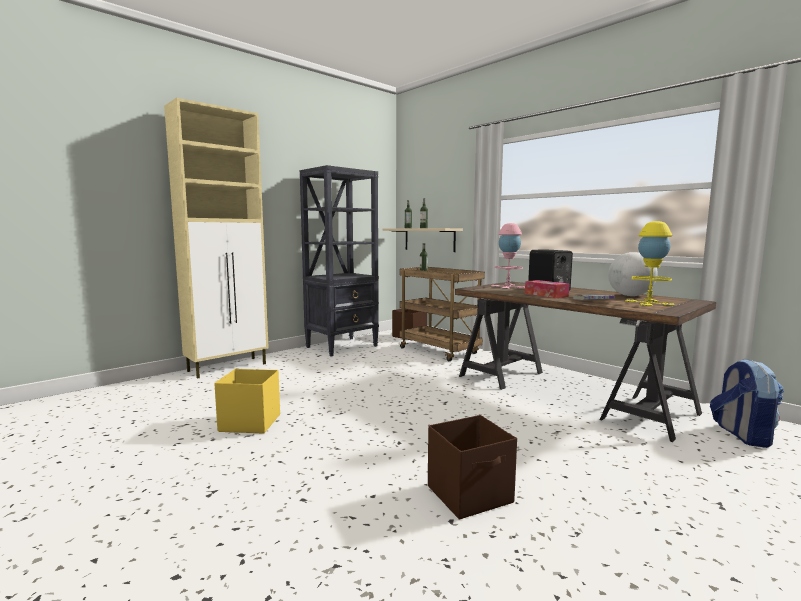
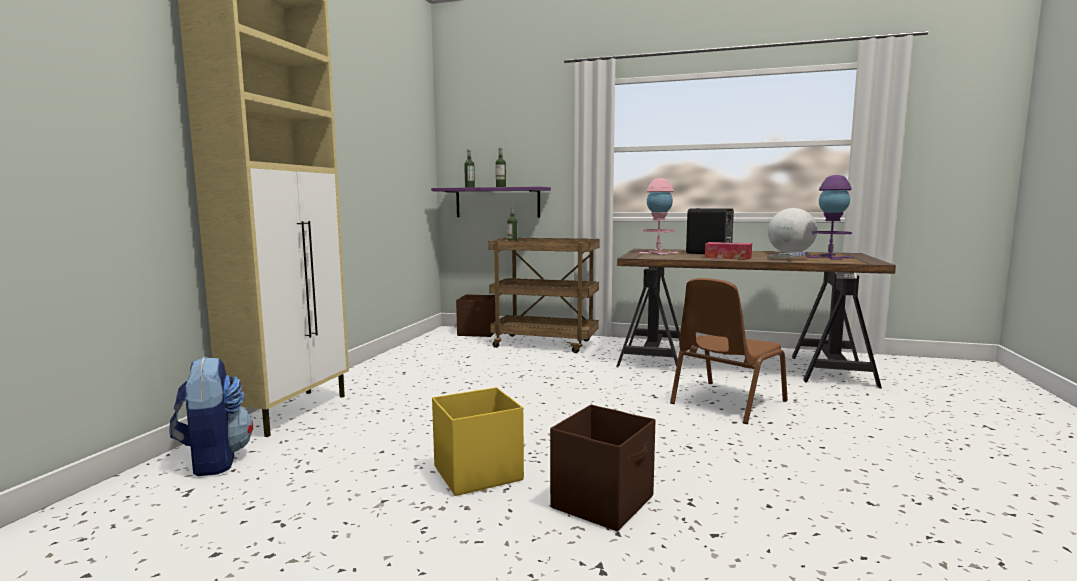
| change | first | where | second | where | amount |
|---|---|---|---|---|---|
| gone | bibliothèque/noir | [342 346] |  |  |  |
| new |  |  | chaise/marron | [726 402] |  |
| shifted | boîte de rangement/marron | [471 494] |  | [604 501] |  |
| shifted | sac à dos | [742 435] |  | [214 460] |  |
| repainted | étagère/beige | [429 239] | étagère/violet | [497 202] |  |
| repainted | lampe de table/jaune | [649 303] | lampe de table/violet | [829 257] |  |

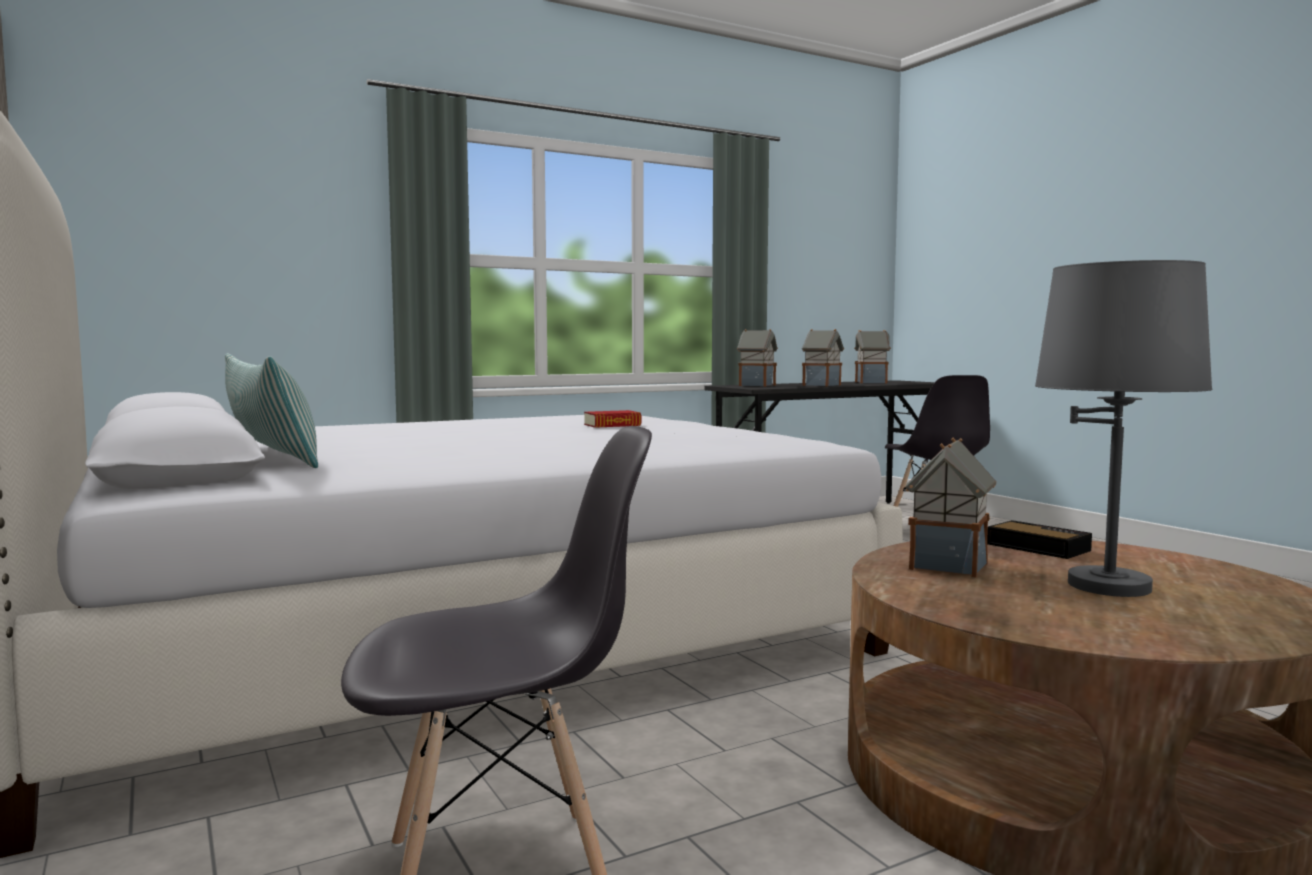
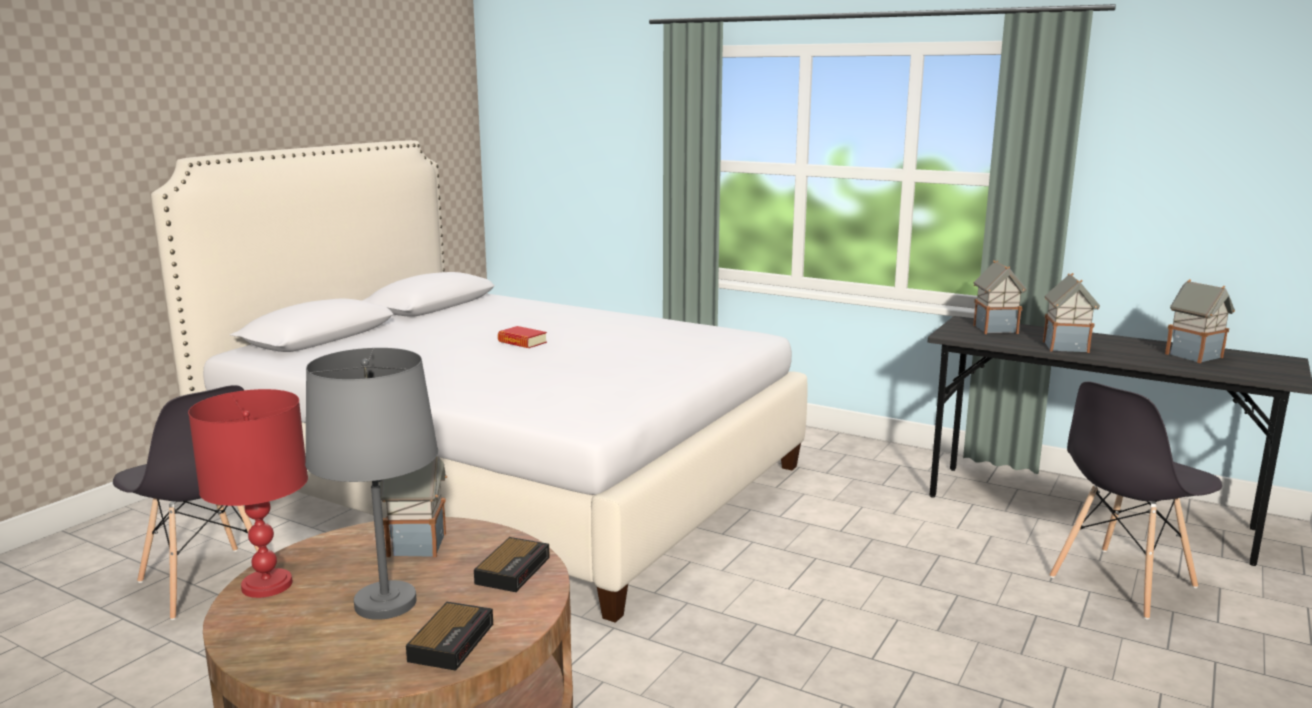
| change | first | where | second | where | amount |
|---|---|---|---|---|---|
| gone | coussin | [271 456] |  |  |  |
| new |  |  | lampe de table/rouge | [266 585] |  |
| new |  |  | réveil | [452 641] |  |
| shifted | livre | [612 425] |  | [522 342] |  |

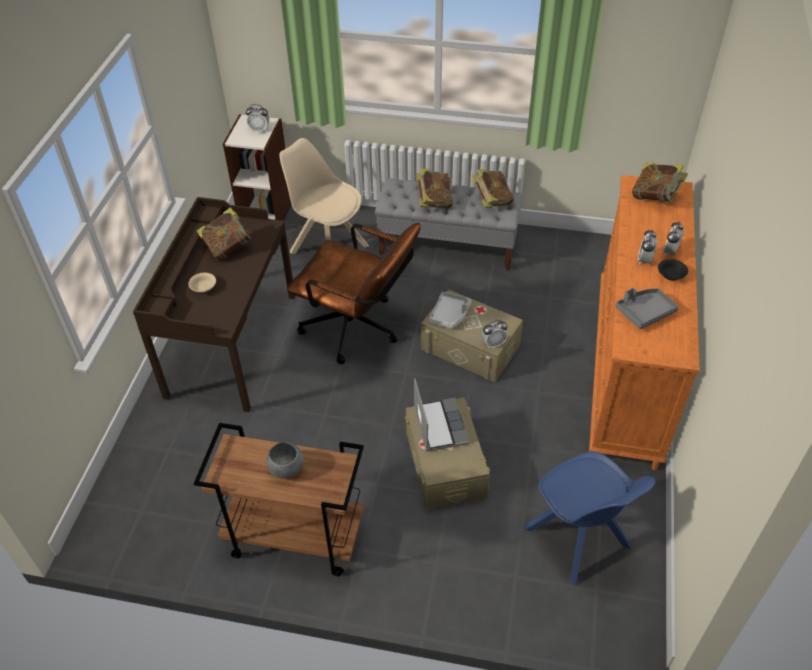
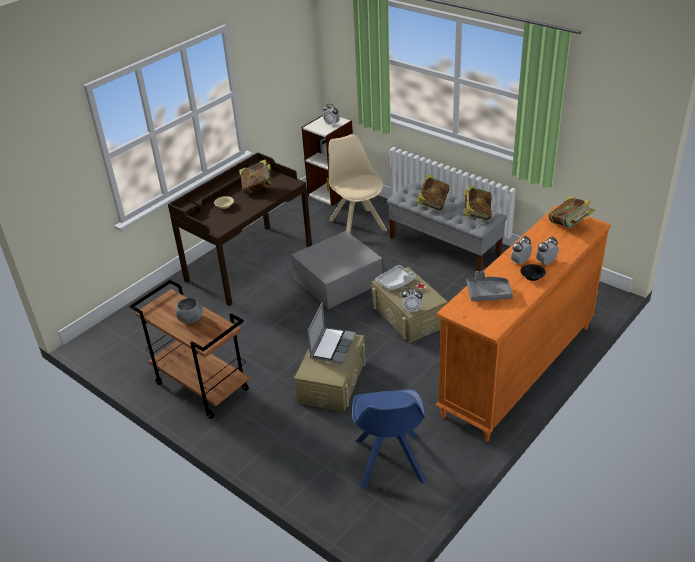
| change | first | where | second | where | amount |
|---|---|---|---|---|---|
| swapped | chaise de bureau/marron | [358 330] | boîte de rangement/gris | [338 280] |  |

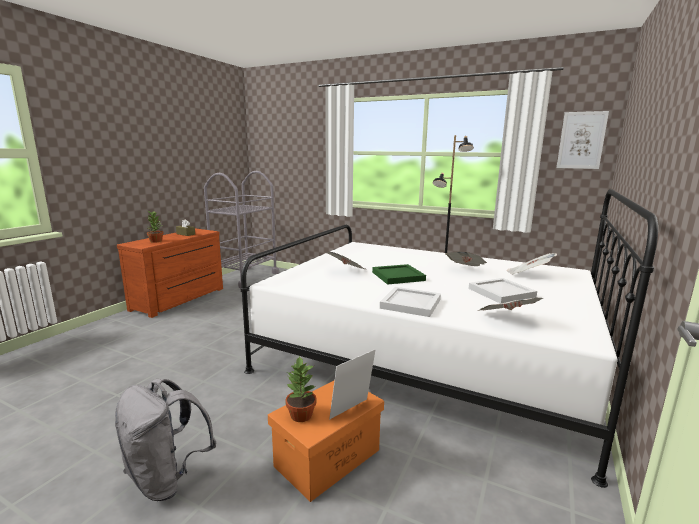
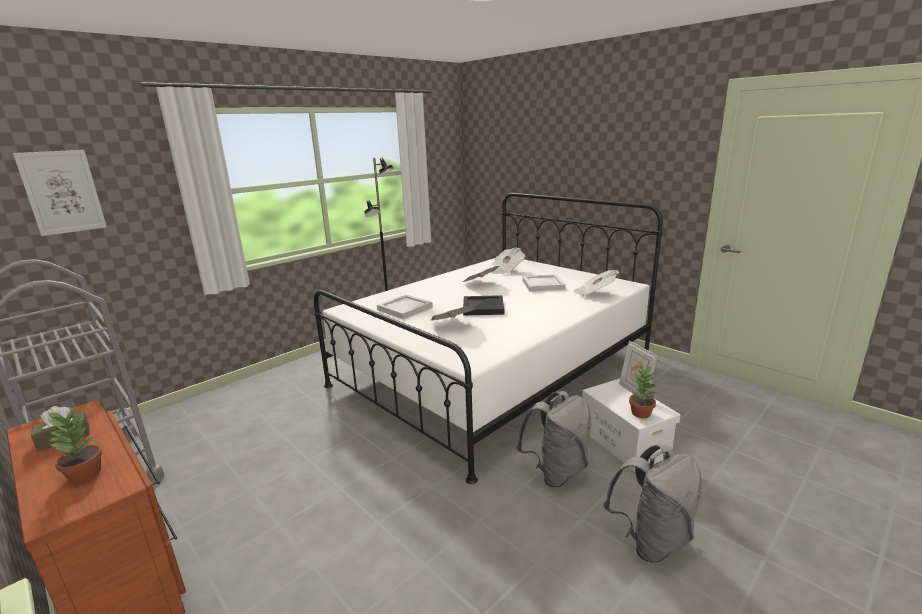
| change | first | where | second | where | amount |
|---|---|---|---|---|---|
| new |  |  | sac à dos/gris | [556 472] |  |
| shifted | plateau/blanc | [411 303] |  | [405 308] |  |
| shifted | tableau | [581 140] |  | [62 192] |  |
| repainted | boîte de rangement/orange | [327 458] | boîte de rangement/blanc | [625 443] |  |
| repainted | plateau/vert | [398 276] | plateau/noir | [482 307] |  |

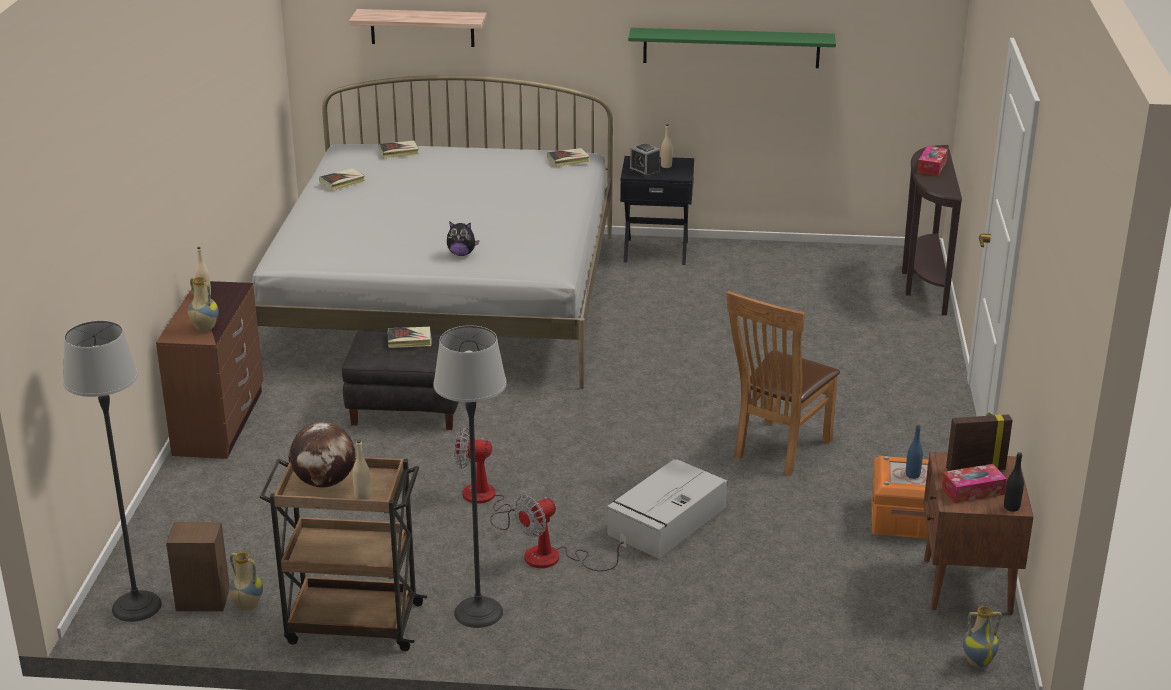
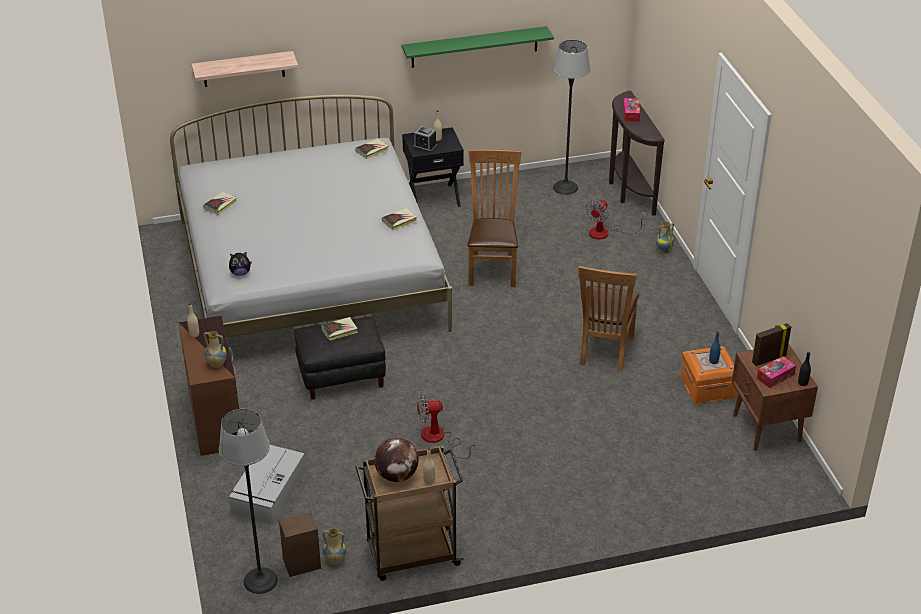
| change | first | where | second | where | amount |
|---|---|---|---|---|---|
| new |  |  | chaise/marron | [492 268] |  |
| shifted | livre | [399 152] |  | [399 221] |  |
| shifted | lampadaire | [479 612] |  | [565 187] |  |
| shifted | peluche | [461 254] |  | [240 273] |  |
| shifted | ventilateur | [555 559] |  | [606 232] |  |
| shifted | boîte de rangement/gris | [666 521] |  | [268 492] |  |
| shifted | vase | [977 661] |  | [663 250] |  |

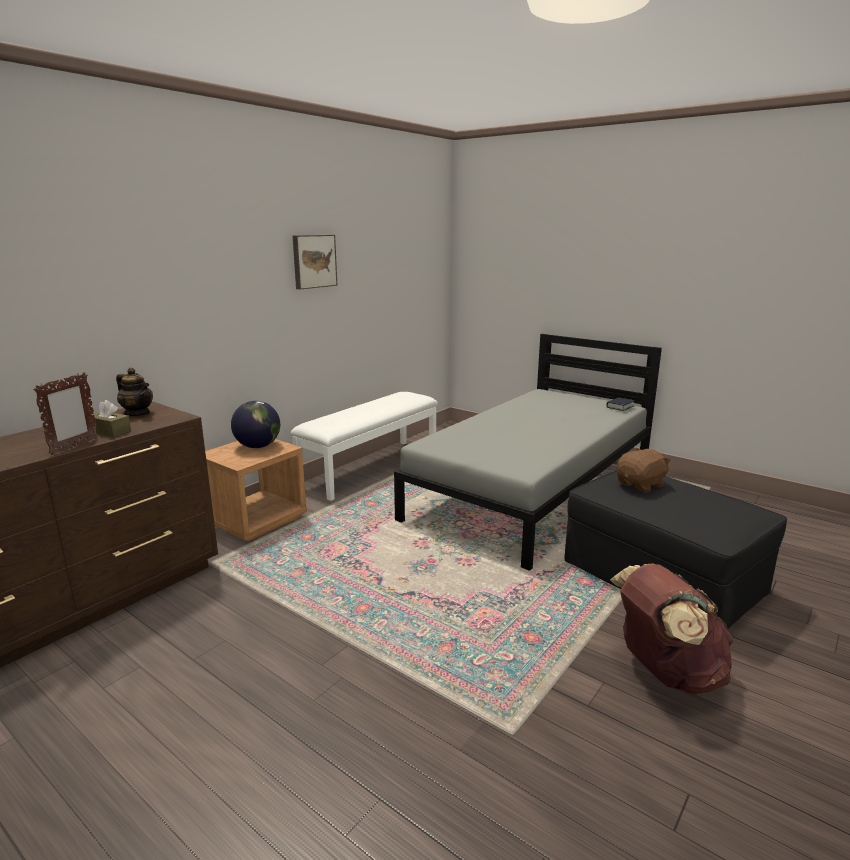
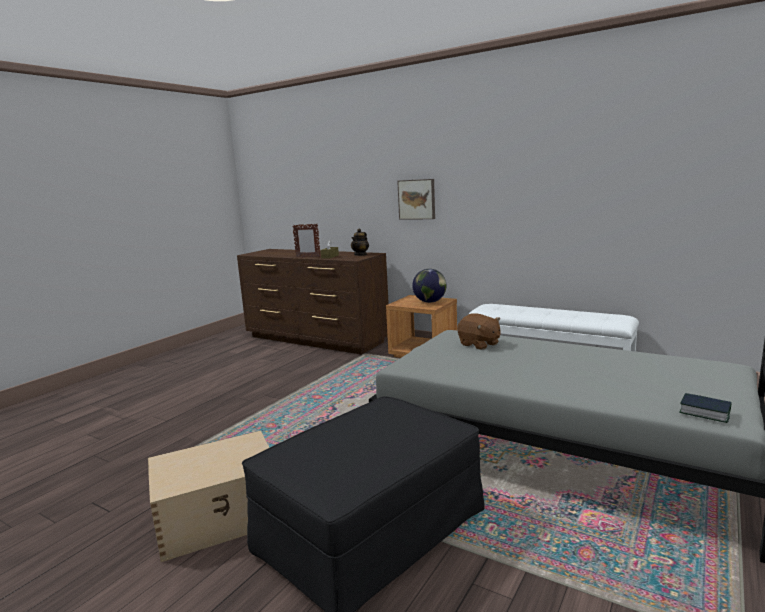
| change | first | where | second | where | amount |
|---|---|---|---|---|---|
| shifted | tableau | [313 261] |  | [417 199] |  |
| shifted | peluche/marron | [641 485] |  | [479 344] |  |
| swapped | sac à dos/marron | [665 671] | boîte de rangement/beige | [221 516] |  |

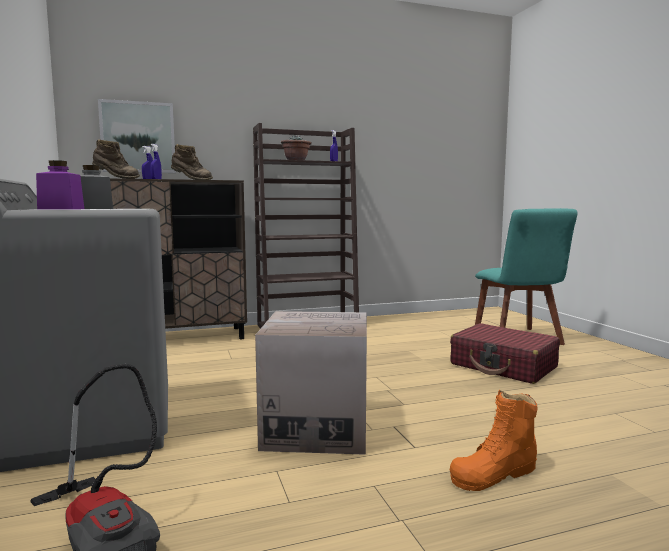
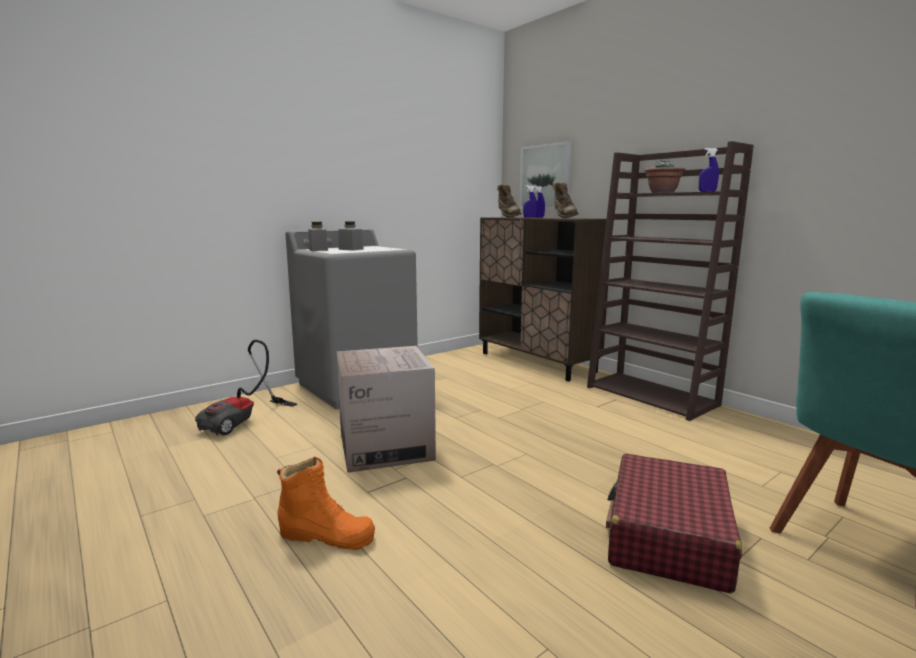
| change | first | where | second | where | amount |
|---|---|---|---|---|---|
| repainted | bocal/violet | [61 209] | bocal/gris | [318 250] |  |
| rotated | botte/orange | [494 474] |  | [327 535] | 150 degrees clockwise |

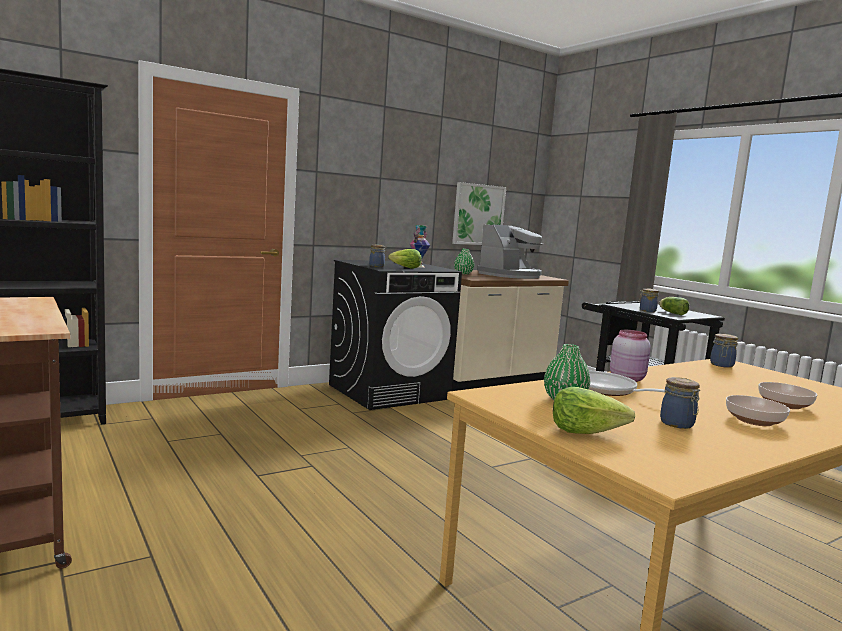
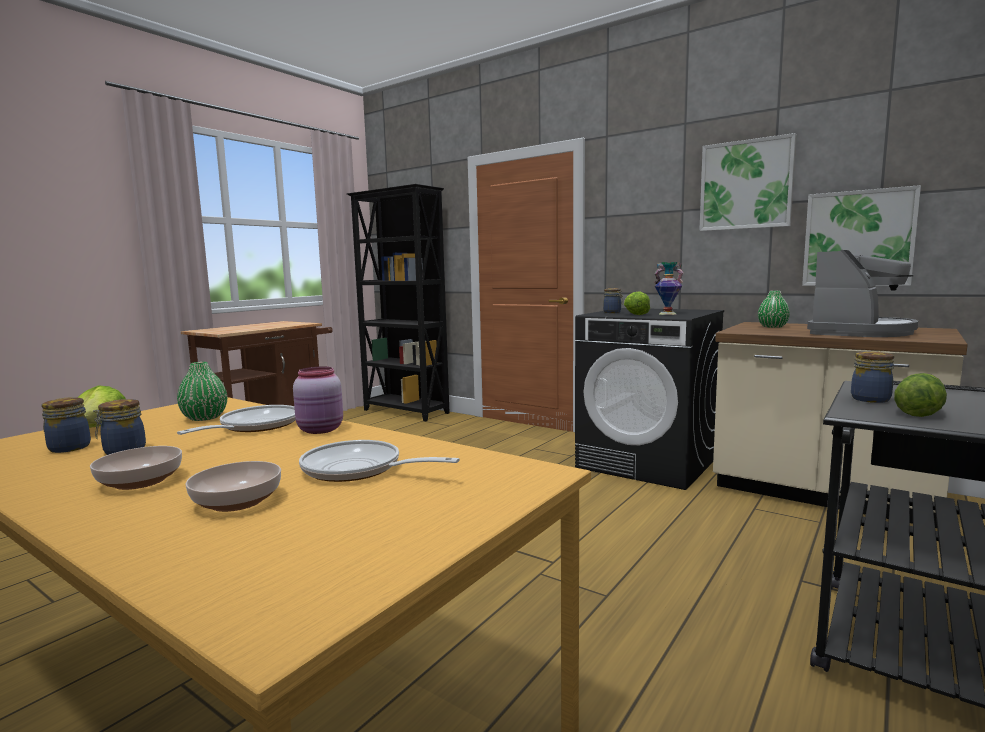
| change | first | where | second | where | amount |
|---|---|---|---|---|---|
| new |  |  | poêle | [359 470] |  |
| new |  |  | tableau | [746 185] |  |
| shifted | bocal | [721 365] |  | [68 448] |  |
| rotated | machine à café | [510 275] |  | [859 332] | 75 degrees counterclockwise |

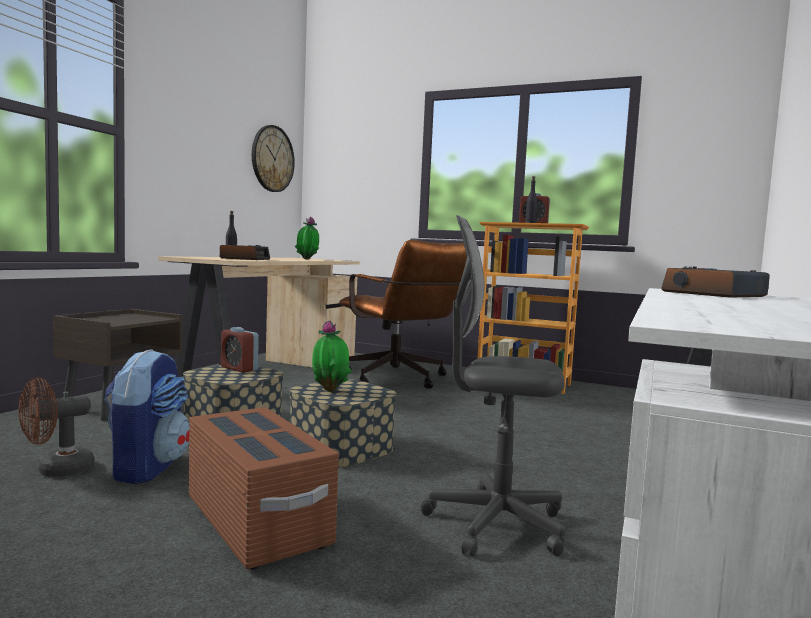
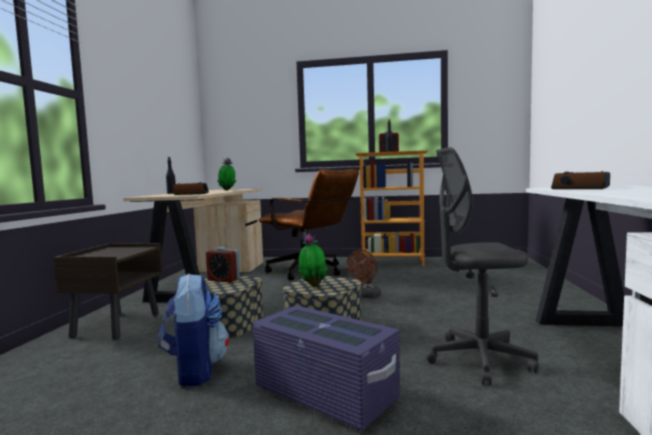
| change | first | where | second | where | amount |
|---|---|---|---|---|---|
| gone | horloge murale | [272 159] |  |  |  |
| shifted | ventilateur/marron | [56 470] |  | [366 296] |  |
| repainted | boîte de rangement/marron | [257 521] | boîte de rangement/violet | [325 393] |  |

